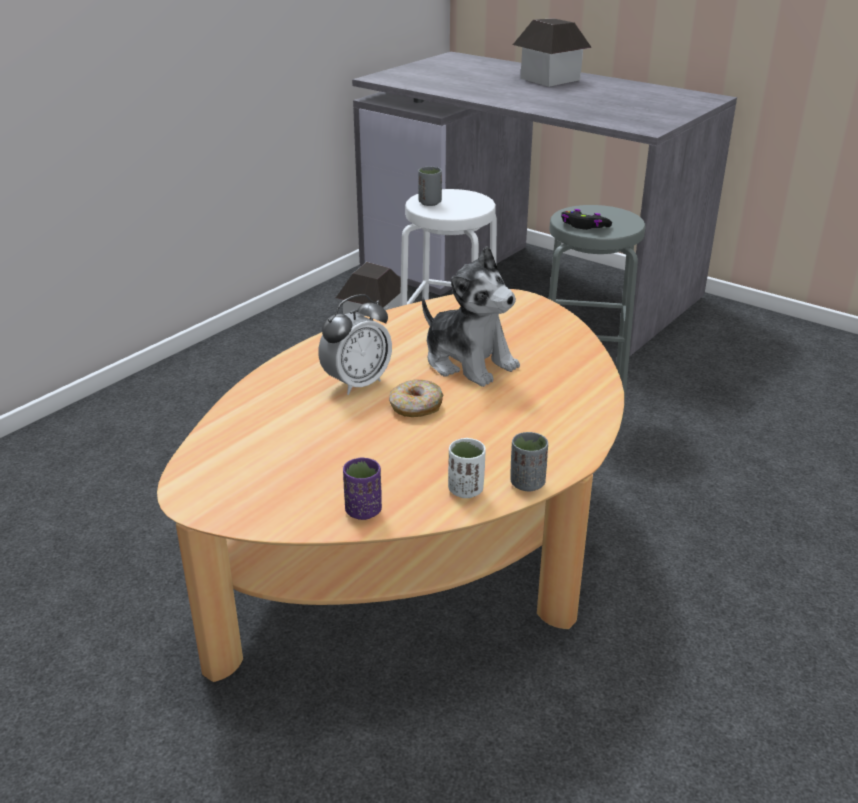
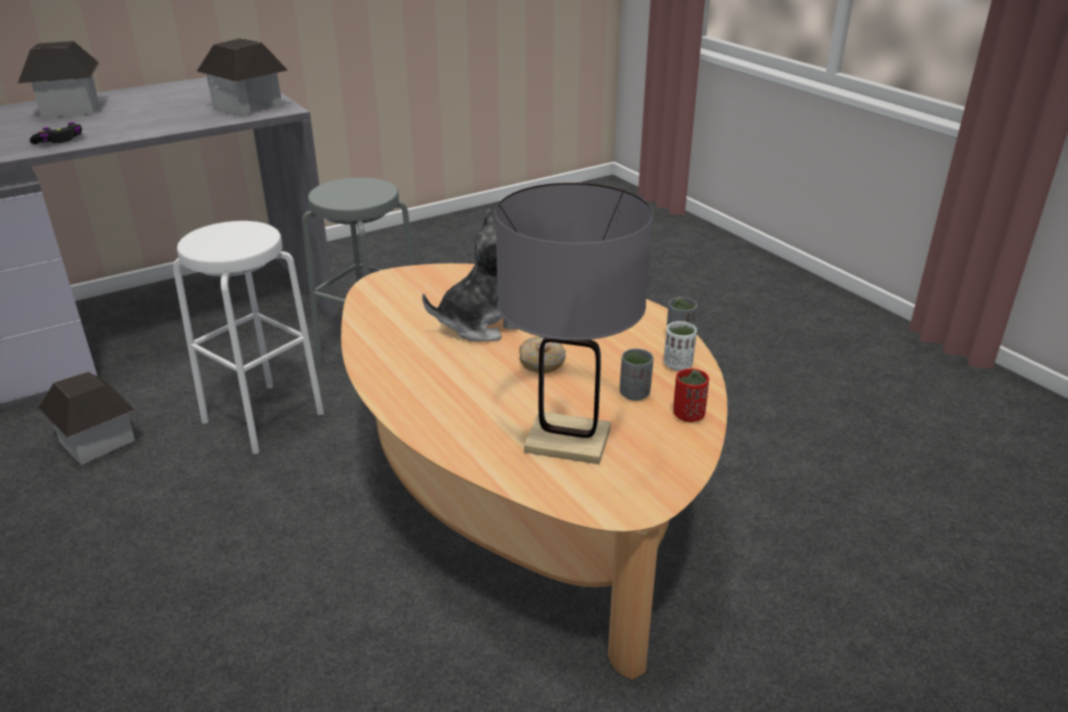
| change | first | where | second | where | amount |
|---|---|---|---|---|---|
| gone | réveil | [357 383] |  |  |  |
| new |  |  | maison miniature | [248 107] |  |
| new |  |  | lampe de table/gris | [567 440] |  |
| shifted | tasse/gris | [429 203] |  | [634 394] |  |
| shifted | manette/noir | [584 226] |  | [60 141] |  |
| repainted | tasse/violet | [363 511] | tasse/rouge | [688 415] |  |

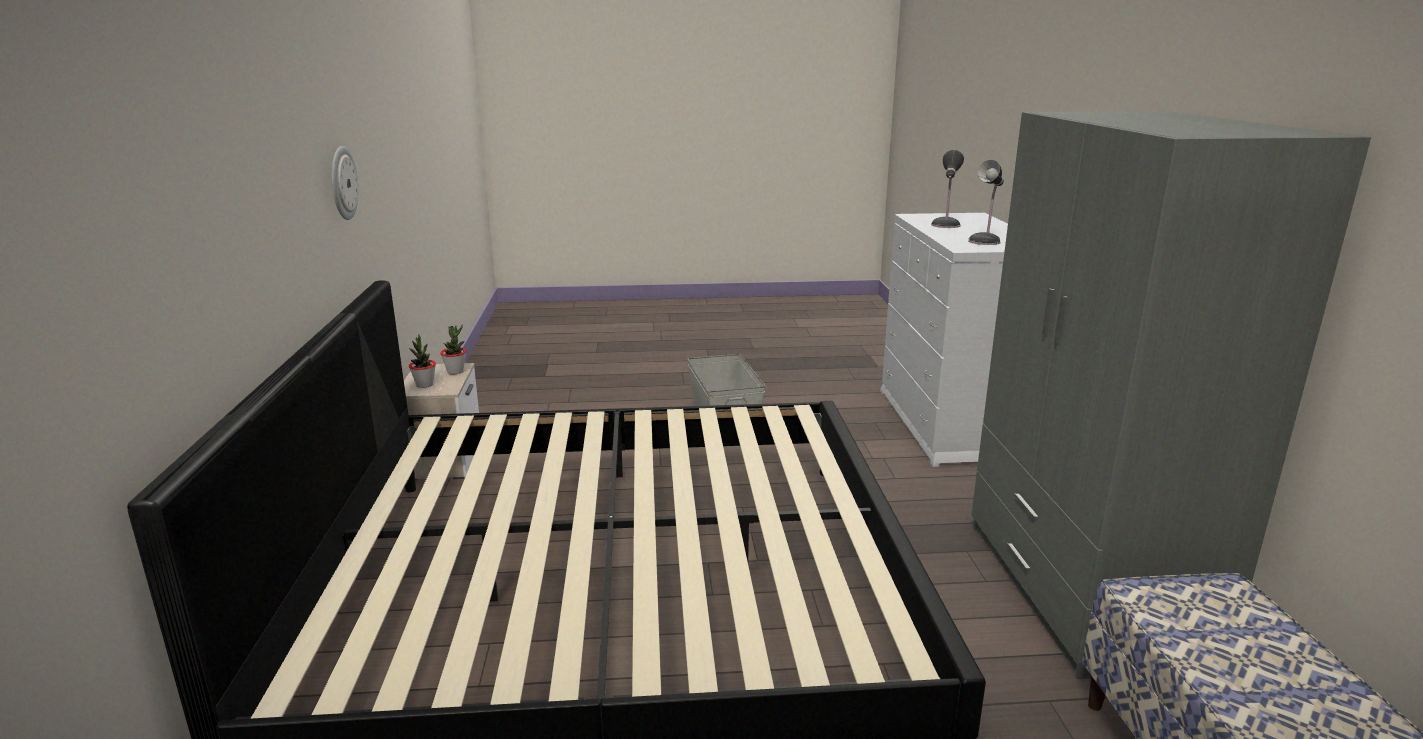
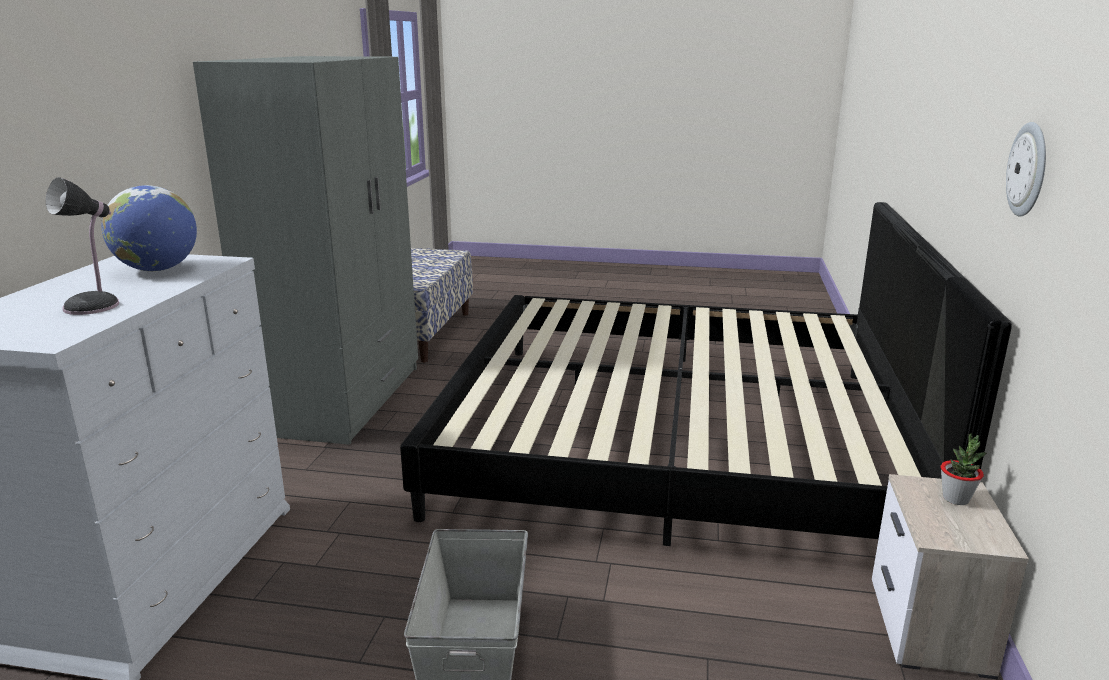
| change | first | where | second | where | amount |
|---|---|---|---|---|---|
| gone | plante en pot | [455 371] |  |  |  |
| swapped | lampe de table | [985 241] | globe | [157 269] |  |

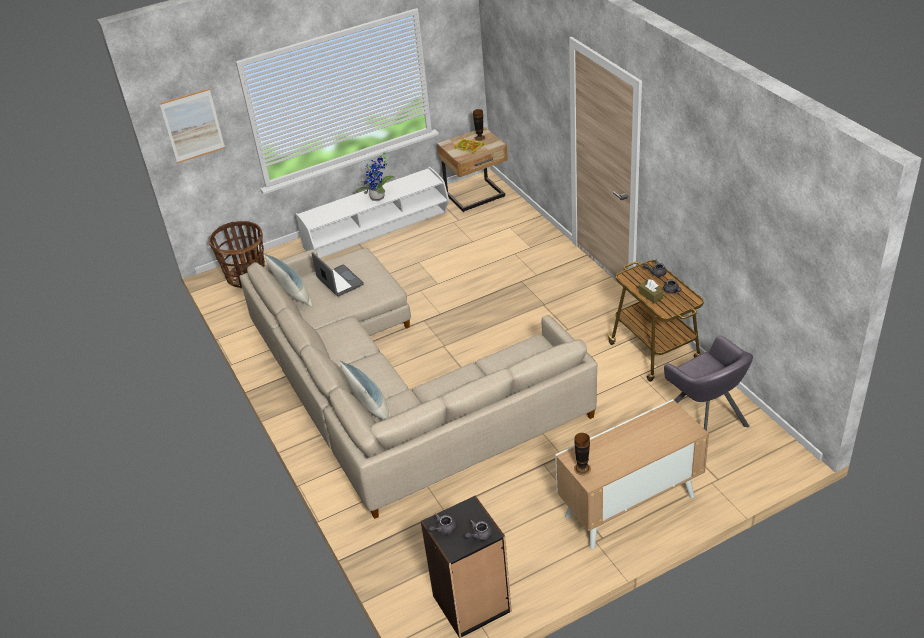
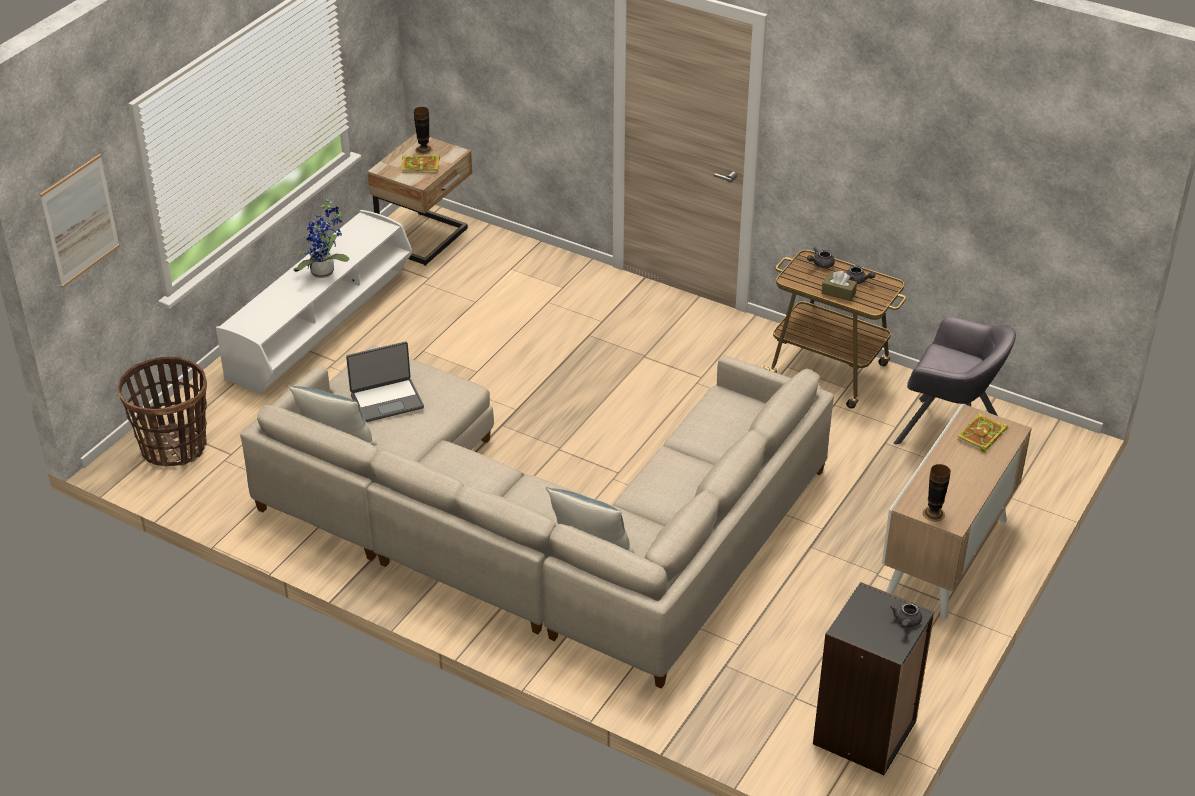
| change | first | where | second | where | amount |
|---|---|---|---|---|---|
| gone | théière/gris | [443 529] |  |  |  |
| new |  |  | livre | [981 436] |  |
| rotated | ordinateur portable | [339 282] |  | [387 400] | 135 degrees clockwise |

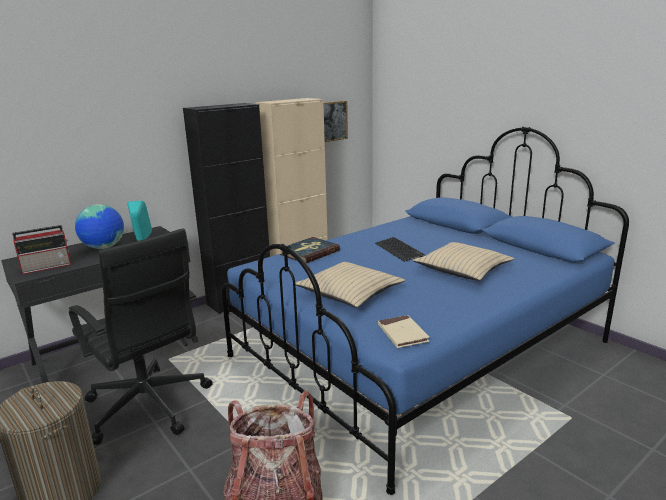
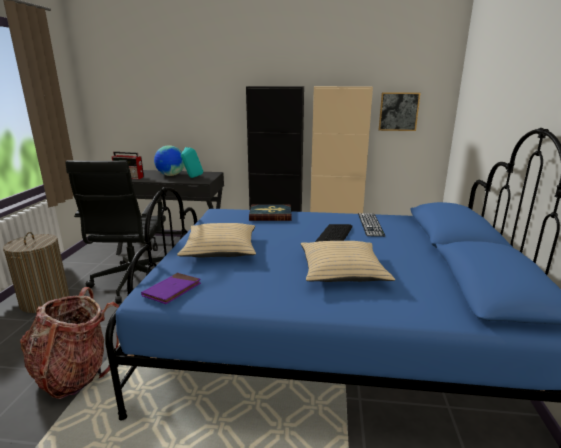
| change | first | where | second | where | amount |
|---|---|---|---|---|---|
| new |  |  | clavier | [370 224] |  |
| repainted | livre/beige | [402 334] | livre/violet | [172 290] |  |

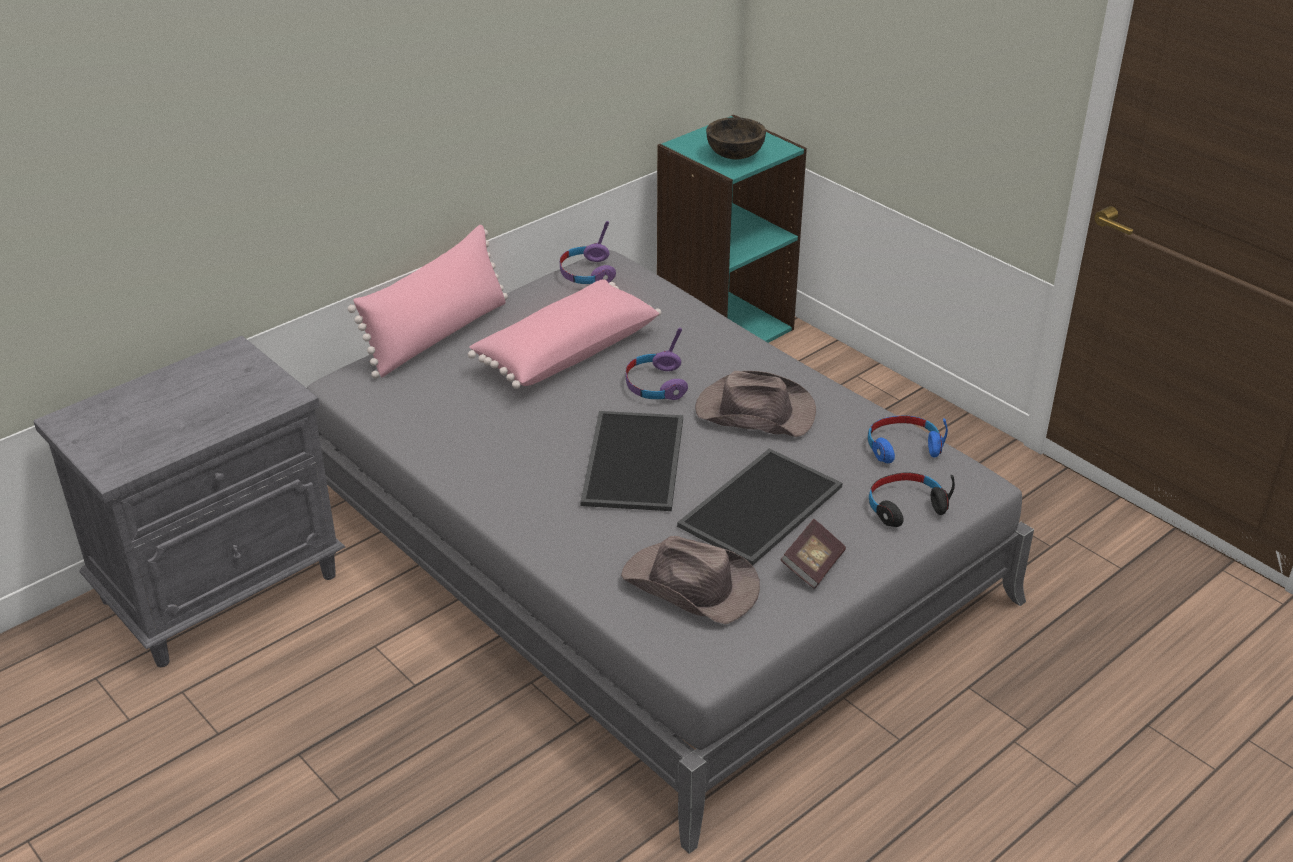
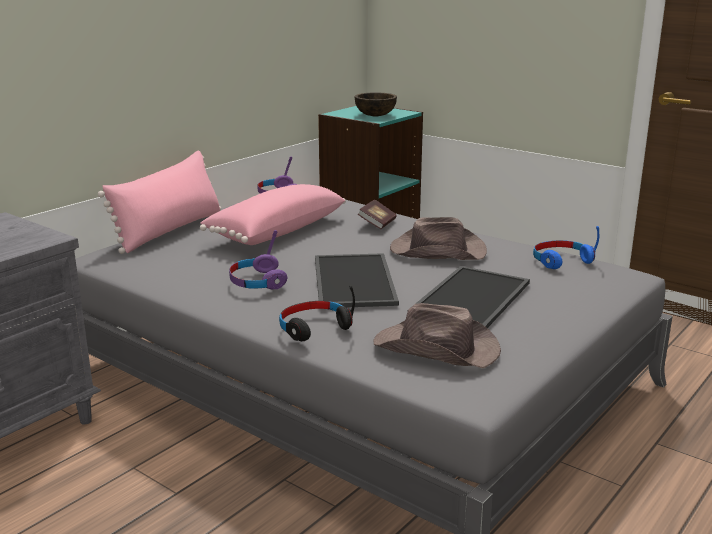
| change | first | where | second | where | amount |
|---|---|---|---|---|---|
| shifted | casque audio/violet | [655 385] |  | [257 282] |  |
| shifted | livre | [812 565] |  | [377 224] |  |
| shifted | casque audio/noir | [905 507] |  | [314 328] |  |

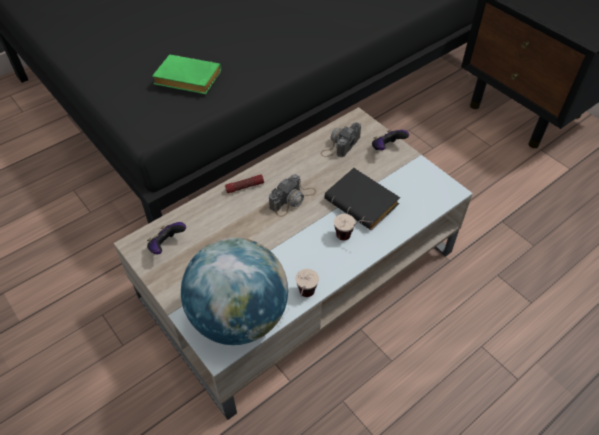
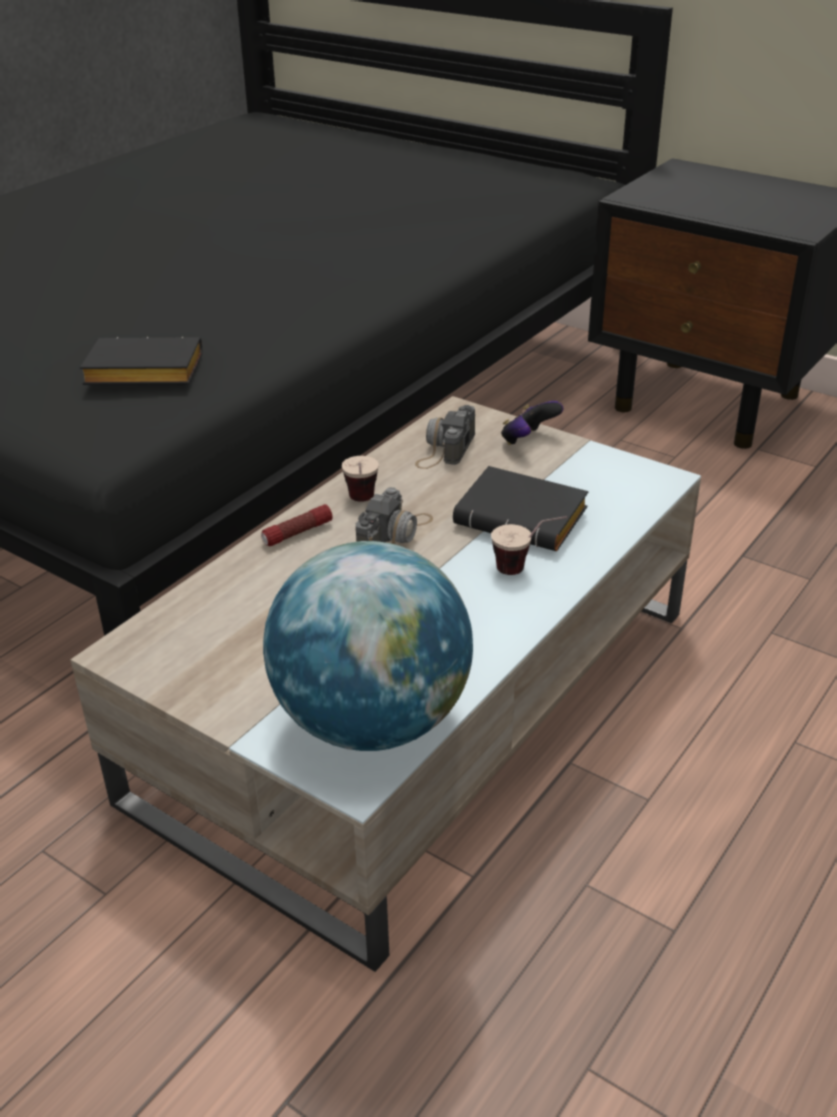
| change | first | where | second | where | amount |
|---|---|---|---|---|---|
| gone | manette | [166 246] |  |  |  |
| shifted | tasse | [305 299] |  | [362 504] |  |
| repainted | livre/vert | [186 80] | livre/noir | [141 373] |  |

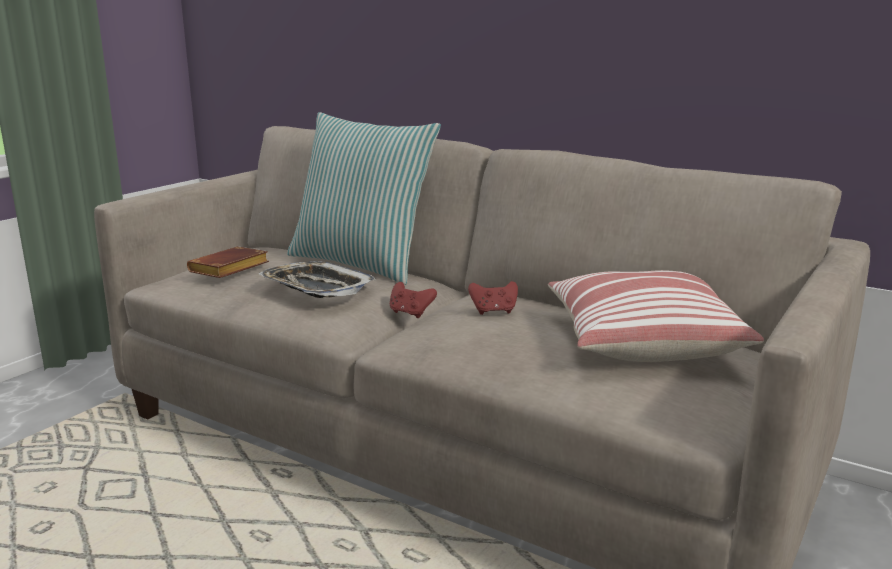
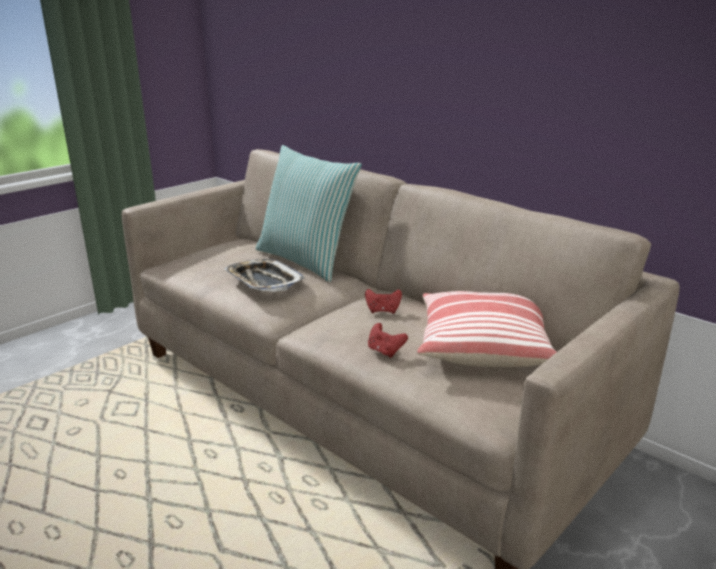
| change | first | where | second | where | amount |
|---|---|---|---|---|---|
| gone | livre/marron | [229 270] |  |  |  |
| shifted | manette/rouge | [410 313] |  | [385 351] |  |

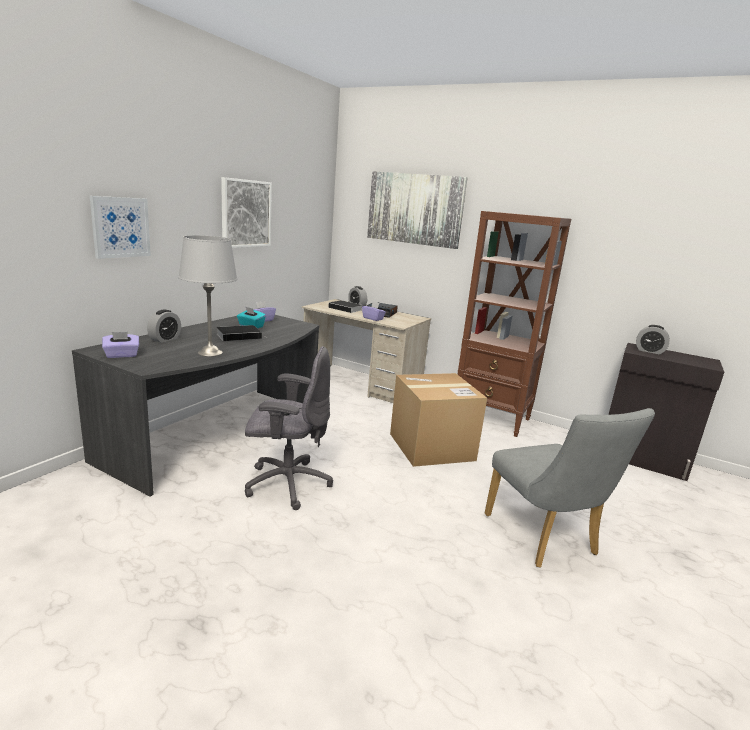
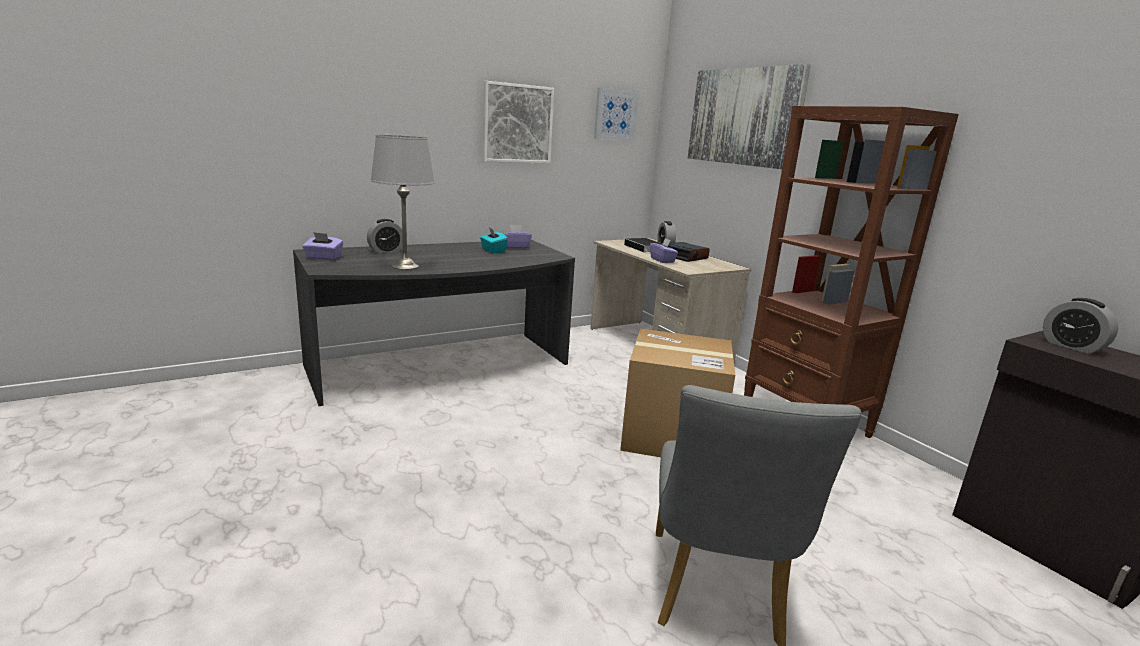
| change | first | where | second | where | amount |
|---|---|---|---|---|---|
| gone | livre | [240 336] |  |  |  |
| gone | chaise de bureau/gris | [286 483] |  |  |  |
| shifted | tableau | [120 227] |  | [615 115] |  |

